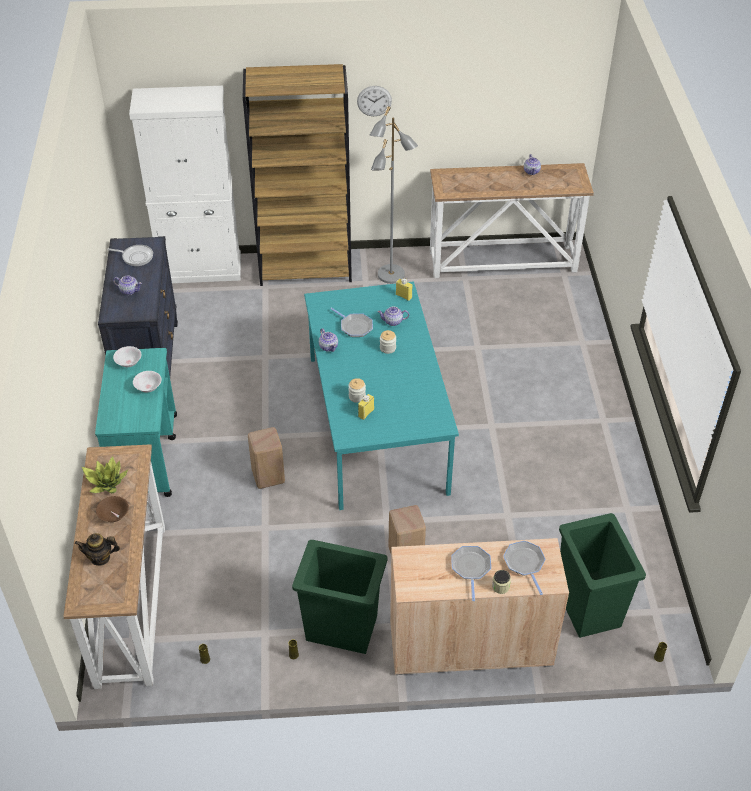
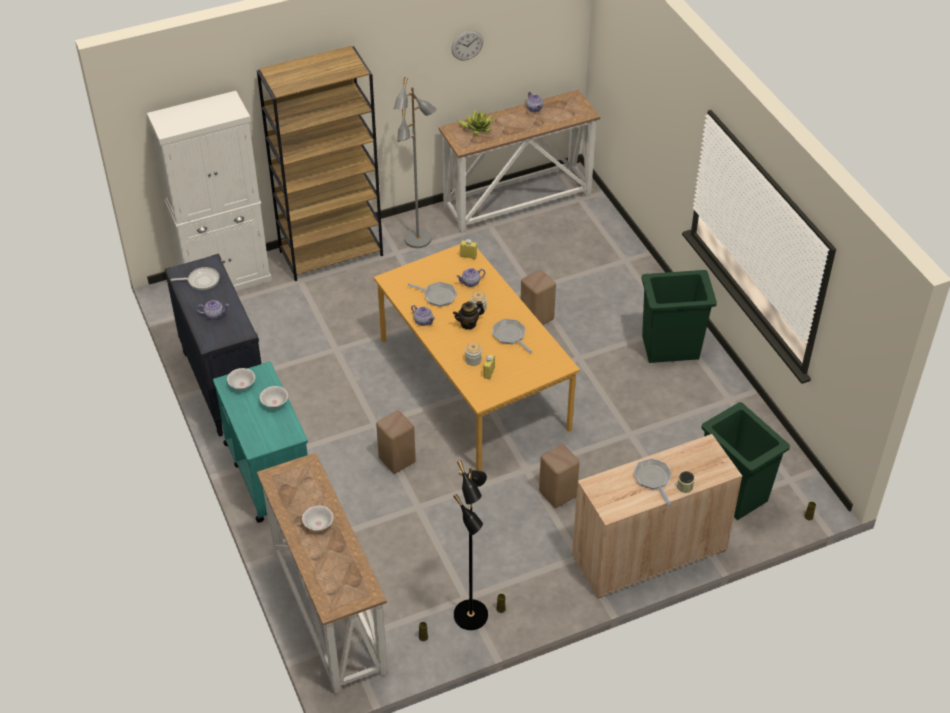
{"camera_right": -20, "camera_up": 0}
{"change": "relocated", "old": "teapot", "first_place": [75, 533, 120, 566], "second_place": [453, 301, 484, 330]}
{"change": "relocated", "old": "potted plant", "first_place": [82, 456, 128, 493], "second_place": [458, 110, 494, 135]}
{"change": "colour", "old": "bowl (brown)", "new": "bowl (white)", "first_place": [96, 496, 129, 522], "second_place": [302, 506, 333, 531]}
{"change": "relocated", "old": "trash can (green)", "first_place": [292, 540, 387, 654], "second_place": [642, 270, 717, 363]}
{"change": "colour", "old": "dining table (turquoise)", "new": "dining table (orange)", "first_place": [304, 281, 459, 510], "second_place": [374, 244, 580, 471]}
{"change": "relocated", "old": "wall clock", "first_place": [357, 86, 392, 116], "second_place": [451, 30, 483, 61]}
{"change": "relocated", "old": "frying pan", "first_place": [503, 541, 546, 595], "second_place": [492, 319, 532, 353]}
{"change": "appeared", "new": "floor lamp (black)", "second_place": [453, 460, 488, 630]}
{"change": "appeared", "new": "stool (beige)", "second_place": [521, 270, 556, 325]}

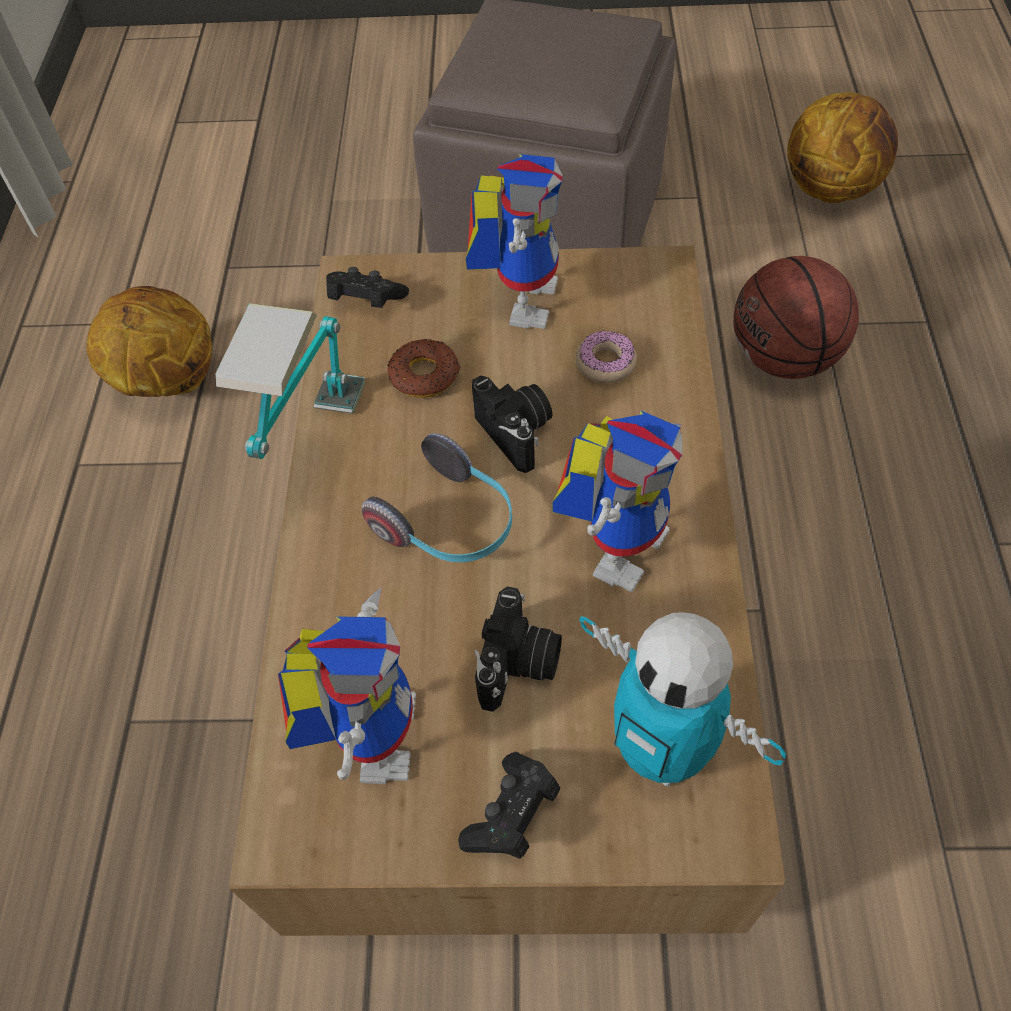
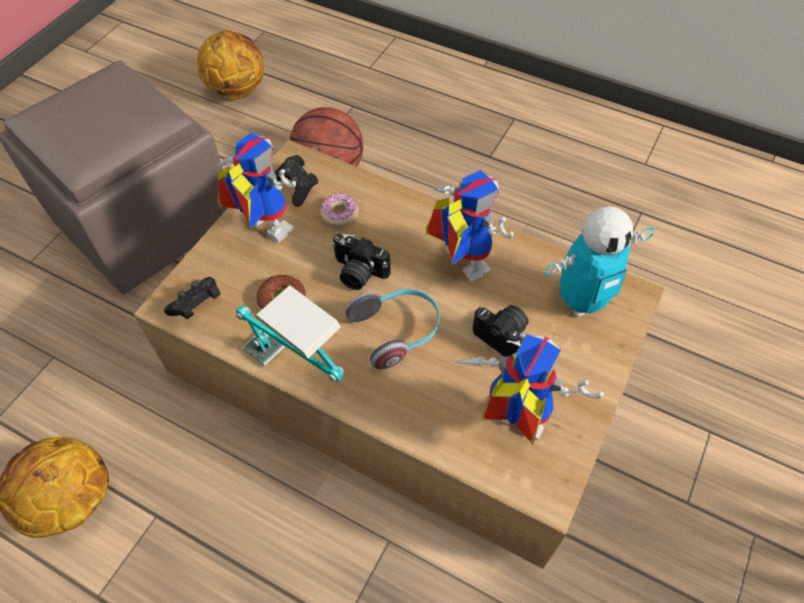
{"camera_right": -65, "camera_up": 0}
{"change": "relocated", "old": "game controller (black)", "first_place": [458, 752, 560, 859], "second_place": [274, 155, 318, 207]}
{"change": "spun", "old": "photo camera", "first_place": [472, 376, 552, 473], "second_place": [332, 234, 391, 290], "degrees": -150}

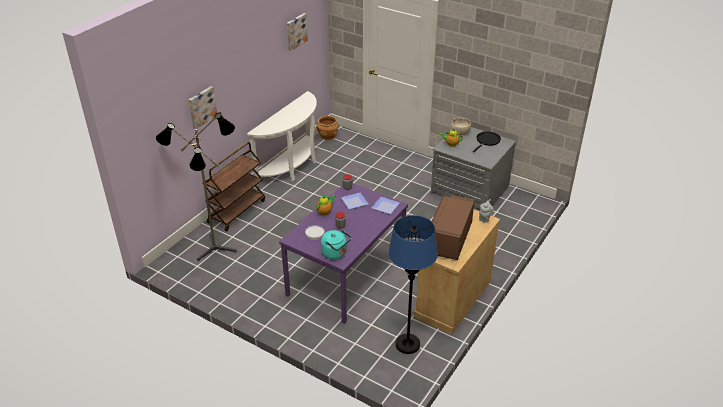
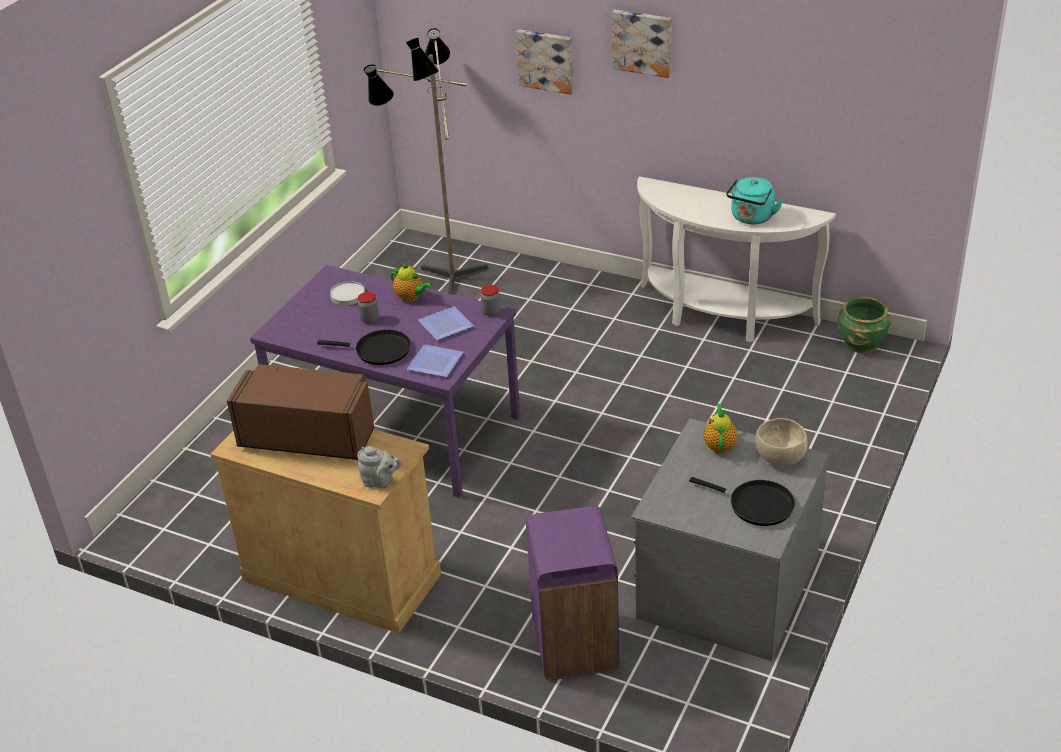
{"camera_right": 85, "camera_up": 0}
{"change": "missing", "old": "cart (brown)", "first_place": [202, 142, 265, 231]}
{"change": "relocated", "old": "picture", "first_place": [287, 13, 308, 51], "second_place": [612, 10, 672, 78]}
{"change": "colour", "old": "planter (brown)", "new": "planter (green)", "first_place": [316, 116, 339, 140], "second_place": [838, 297, 891, 353]}
{"change": "relocated", "old": "kettle (turquoise)", "first_place": [321, 230, 352, 260], "second_place": [726, 177, 783, 224]}
{"change": "missing", "old": "floor lamp (blue)", "first_place": [388, 215, 438, 354]}
{"change": "appeared", "new": "frying pan (black)", "second_place": [317, 329, 411, 365]}
{"change": "appeared", "new": "trash can (purple)", "second_place": [526, 506, 619, 680]}

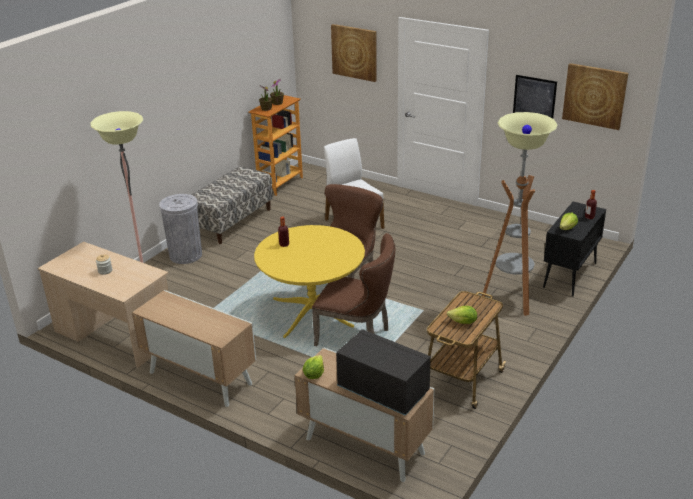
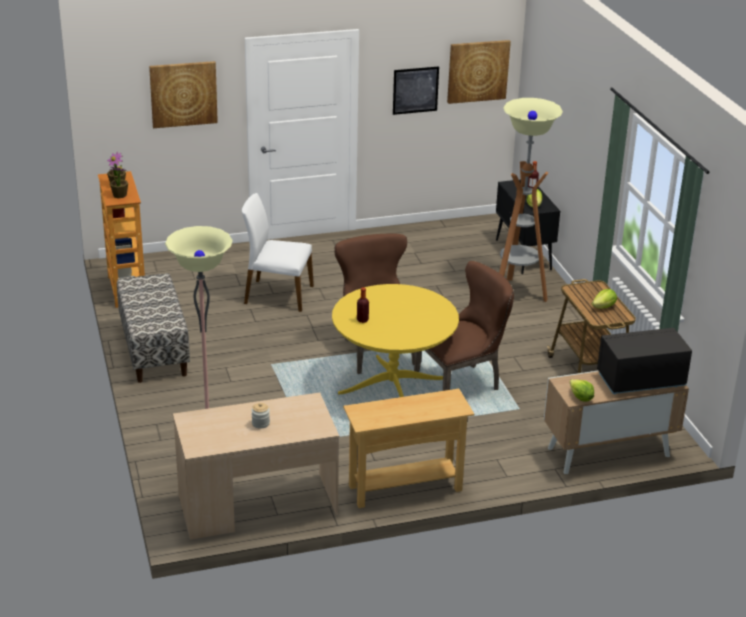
{"camera_right": -50, "camera_up": 0}
{"change": "exchanged", "old": "cabinet", "new": "console table (beige)", "first_place": [132, 290, 256, 407], "second_place": [343, 389, 475, 508]}
{"change": "missing", "old": "trash can (grey)", "first_place": [159, 194, 202, 264]}

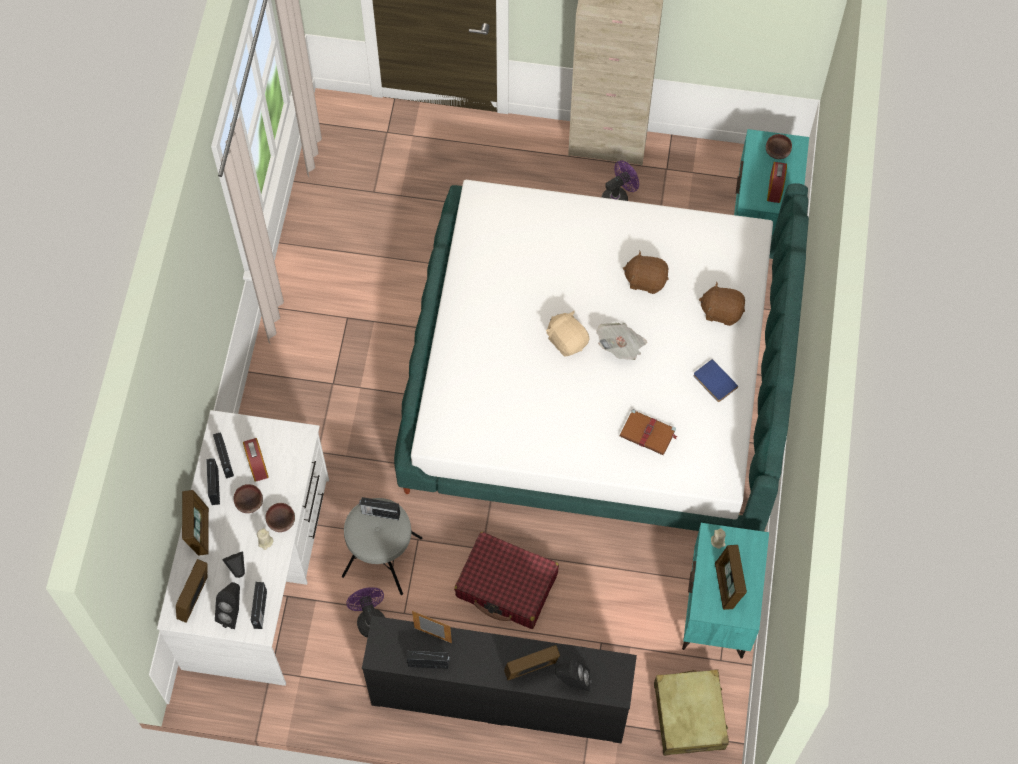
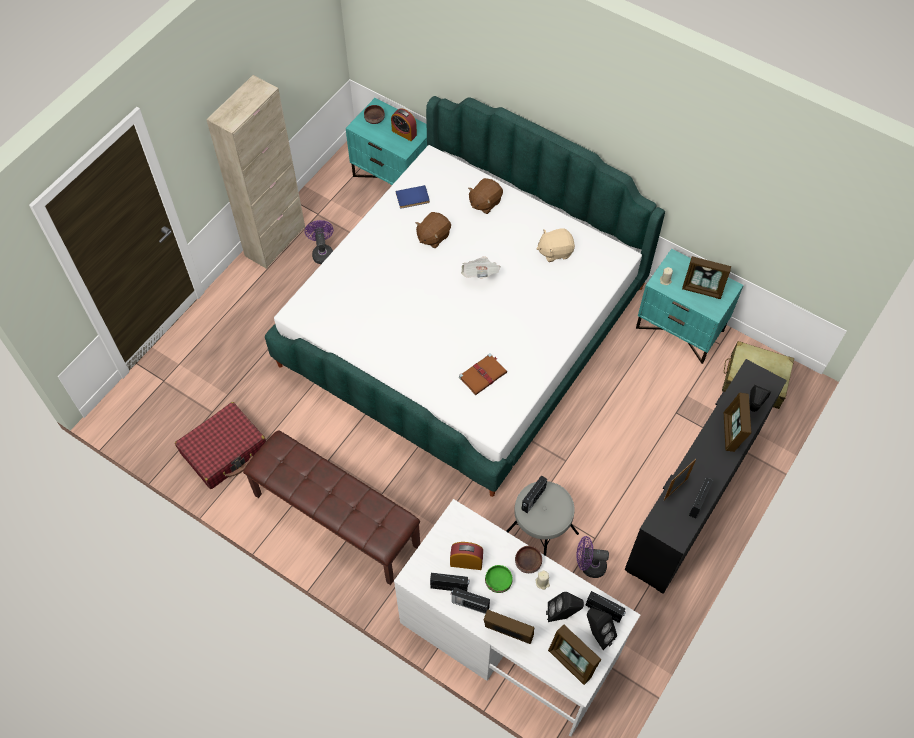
{"camera_right": -65, "camera_up": -5}
{"change": "colour", "old": "bowl (brown)", "new": "bowl (green)", "first_place": [234, 484, 263, 513], "second_place": [485, 565, 513, 593]}
{"change": "relocated", "old": "suitcase (red)", "first_place": [454, 532, 559, 629], "second_place": [175, 402, 266, 489]}
{"change": "relocated", "old": "plush toy (beige)", "first_place": [546, 311, 589, 356], "second_place": [536, 228, 575, 262]}
{"change": "relocated", "old": "book (brown)", "first_place": [620, 409, 678, 455], "second_place": [459, 353, 507, 395]}
{"change": "relocated", "old": "book (blue)", "first_place": [694, 359, 738, 402], "second_place": [396, 185, 430, 208]}
{"change": "appeared", "new": "bench (brown)", "second_place": [243, 430, 420, 585]}

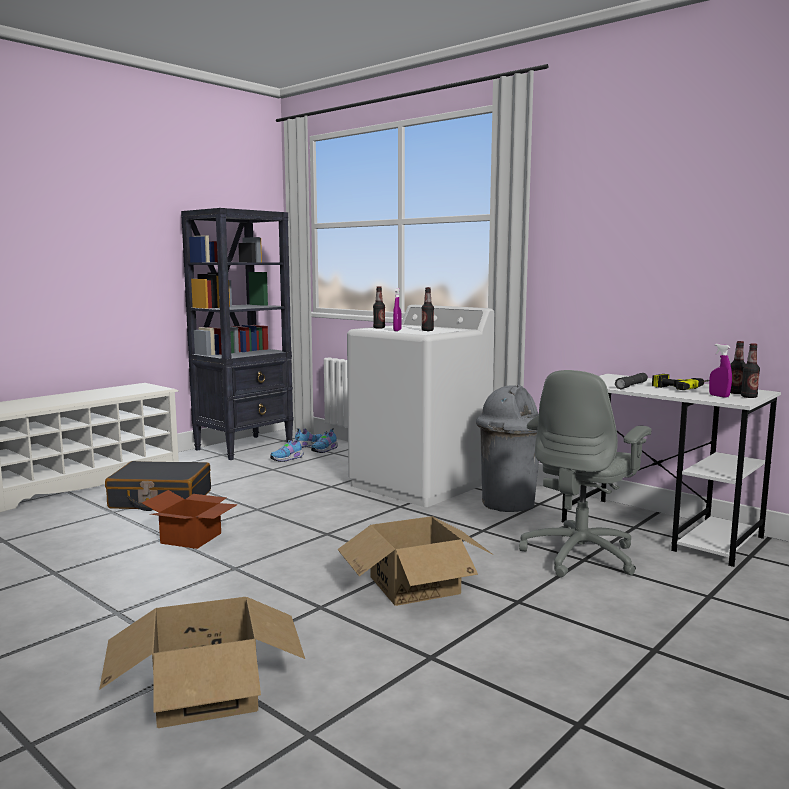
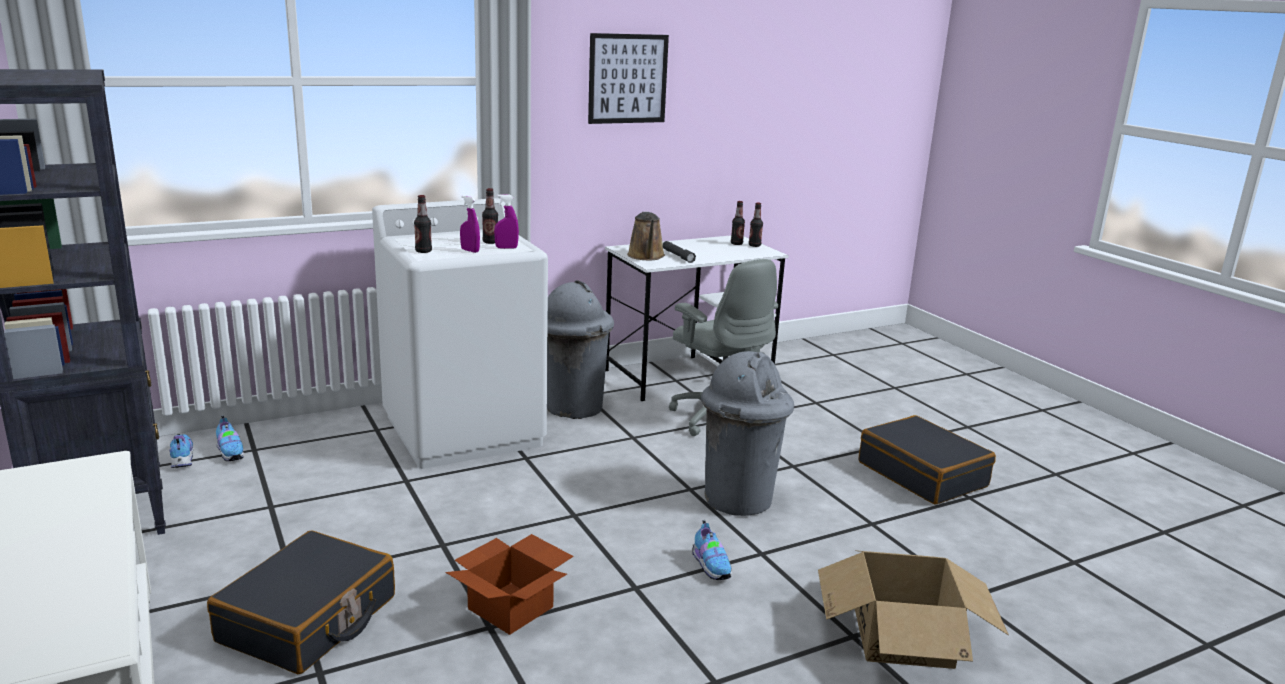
{"camera_right": -70, "camera_up": 10}
{"change": "relocated", "old": "shoe", "first_place": [270, 436, 304, 462], "second_place": [693, 520, 732, 580]}
{"change": "exchanged", "old": "cardboard box", "new": "trash can (grey)", "first_place": [338, 516, 493, 606], "second_place": [701, 351, 794, 516]}
{"change": "missing", "old": "power drill", "first_place": [652, 374, 709, 390]}
{"change": "relocated", "old": "spray bottle (purple)", "first_place": [709, 344, 732, 398], "second_place": [494, 194, 519, 249]}
{"change": "appeared", "new": "picture", "second_place": [588, 33, 669, 124]}
{"change": "appeared", "new": "watering can (brown)", "second_place": [627, 211, 665, 261]}
{"change": "appeared", "new": "suitcase (black)", "second_place": [858, 415, 996, 504]}

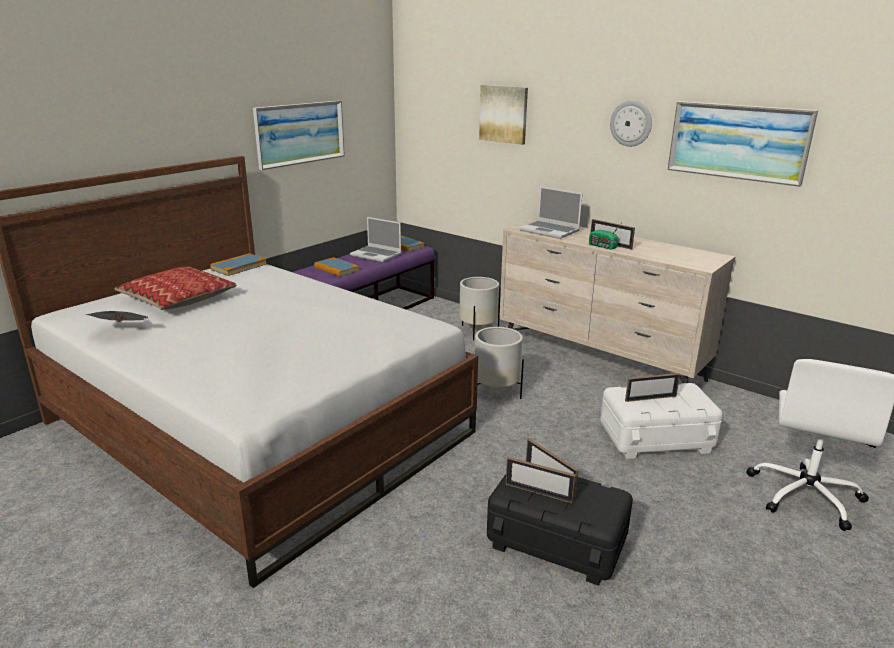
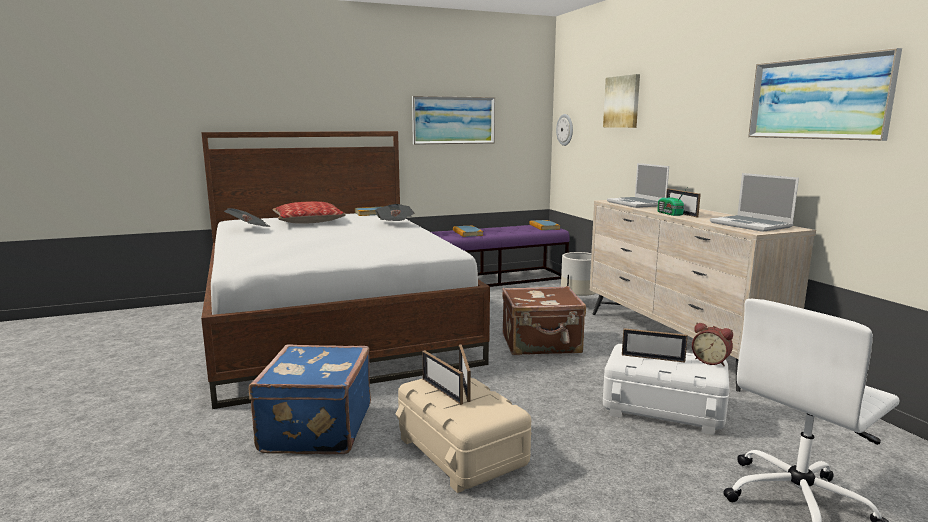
{"camera_right": 30, "camera_up": -10}
{"change": "relocated", "old": "laptop", "first_place": [350, 217, 401, 262], "second_place": [710, 173, 799, 232]}
{"change": "exchanged", "old": "planter (white)", "new": "suitcase (brown)", "first_place": [475, 327, 524, 399], "second_place": [502, 286, 586, 355]}
{"change": "colour", "old": "storage box (black)", "new": "storage box (beige)", "first_place": [487, 474, 633, 586], "second_place": [396, 369, 532, 493]}
{"change": "relocated", "old": "wall clock", "first_place": [610, 101, 652, 147], "second_place": [556, 114, 573, 146]}
{"change": "appeared", "new": "suitcase (blue)", "second_place": [249, 344, 371, 455]}
{"change": "appeared", "new": "newspaper", "second_place": [375, 204, 414, 221]}
{"change": "appeared", "new": "alarm clock", "second_place": [692, 323, 733, 366]}

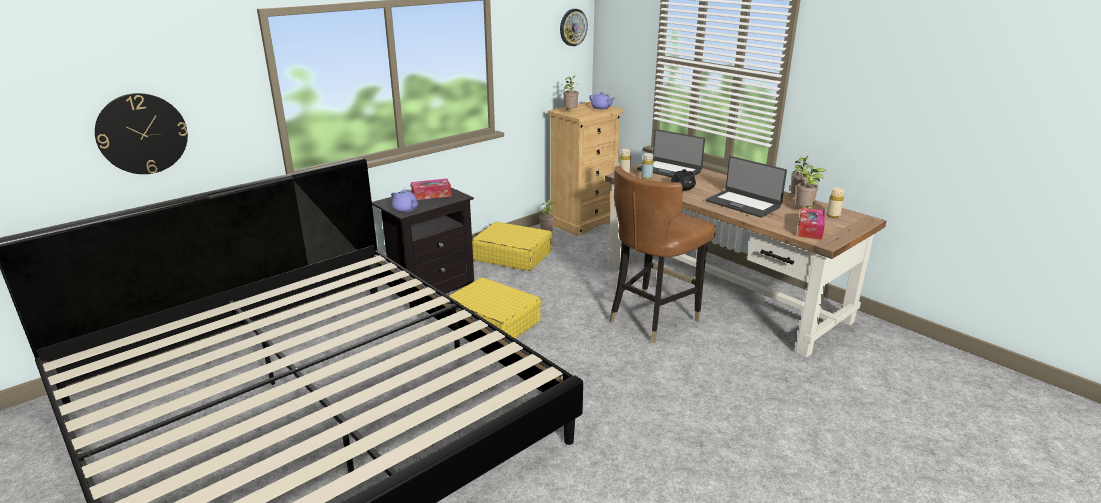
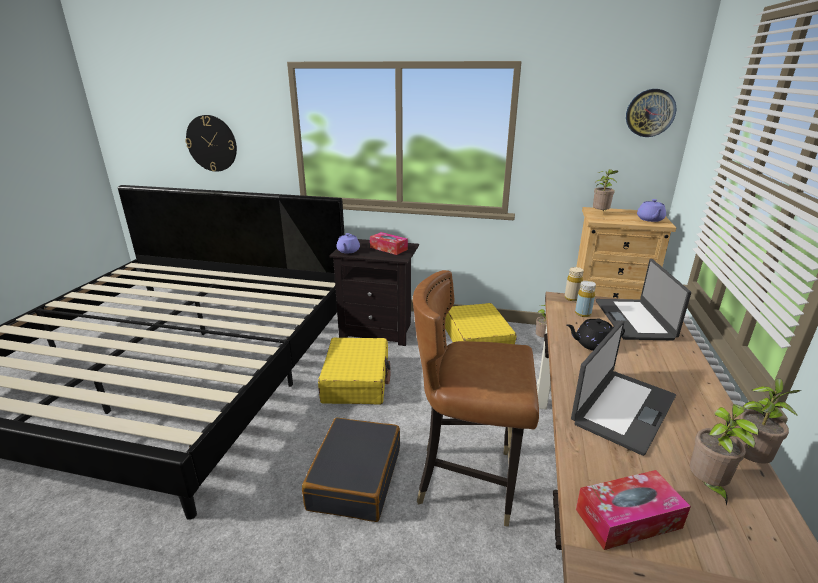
{"camera_right": 55, "camera_up": 0}
{"change": "spun", "old": "laptop", "first_place": [706, 156, 787, 218], "second_place": [571, 320, 676, 456], "degrees": -150}
{"change": "missing", "old": "bottle (beige)", "first_place": [827, 187, 845, 218]}
{"change": "appeared", "new": "suitcase (black)", "second_place": [302, 418, 400, 522]}

